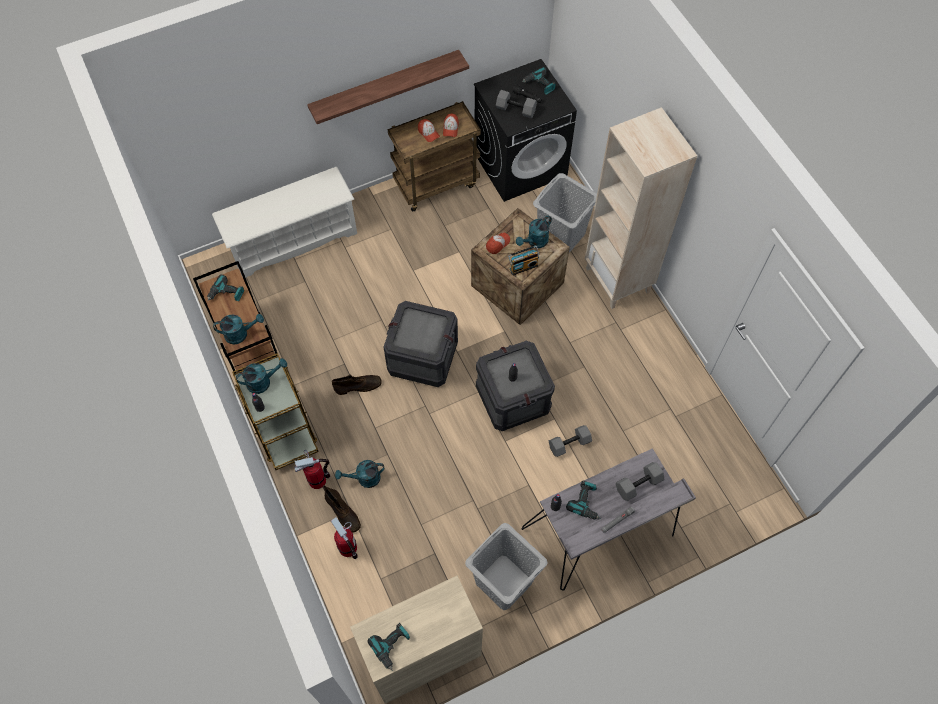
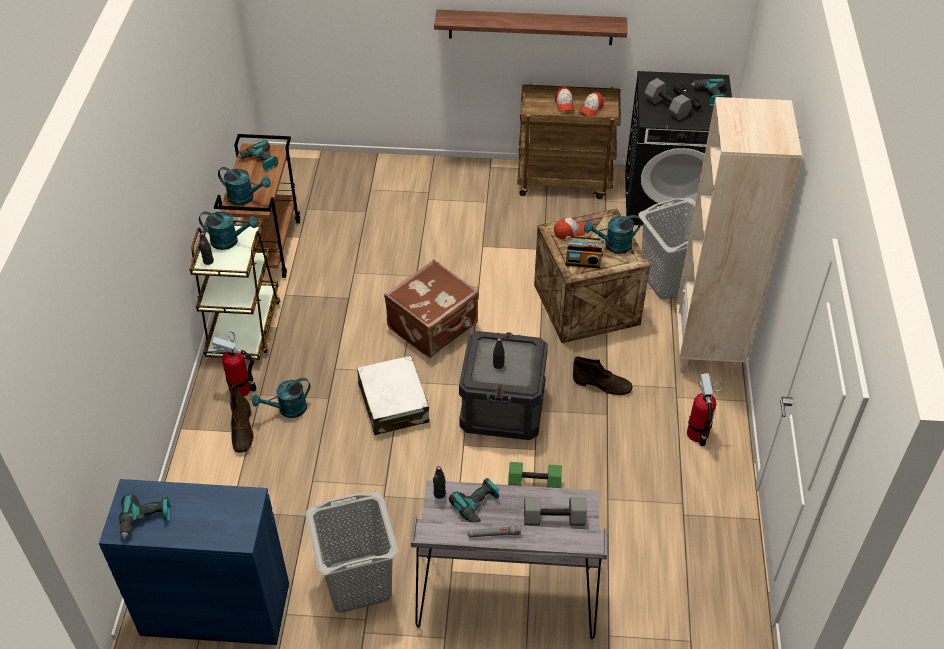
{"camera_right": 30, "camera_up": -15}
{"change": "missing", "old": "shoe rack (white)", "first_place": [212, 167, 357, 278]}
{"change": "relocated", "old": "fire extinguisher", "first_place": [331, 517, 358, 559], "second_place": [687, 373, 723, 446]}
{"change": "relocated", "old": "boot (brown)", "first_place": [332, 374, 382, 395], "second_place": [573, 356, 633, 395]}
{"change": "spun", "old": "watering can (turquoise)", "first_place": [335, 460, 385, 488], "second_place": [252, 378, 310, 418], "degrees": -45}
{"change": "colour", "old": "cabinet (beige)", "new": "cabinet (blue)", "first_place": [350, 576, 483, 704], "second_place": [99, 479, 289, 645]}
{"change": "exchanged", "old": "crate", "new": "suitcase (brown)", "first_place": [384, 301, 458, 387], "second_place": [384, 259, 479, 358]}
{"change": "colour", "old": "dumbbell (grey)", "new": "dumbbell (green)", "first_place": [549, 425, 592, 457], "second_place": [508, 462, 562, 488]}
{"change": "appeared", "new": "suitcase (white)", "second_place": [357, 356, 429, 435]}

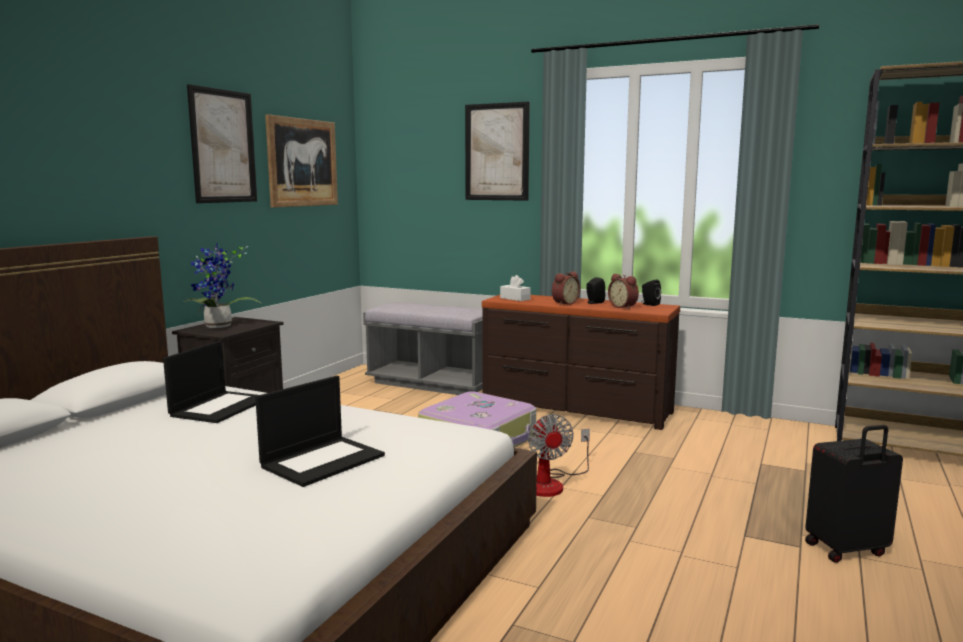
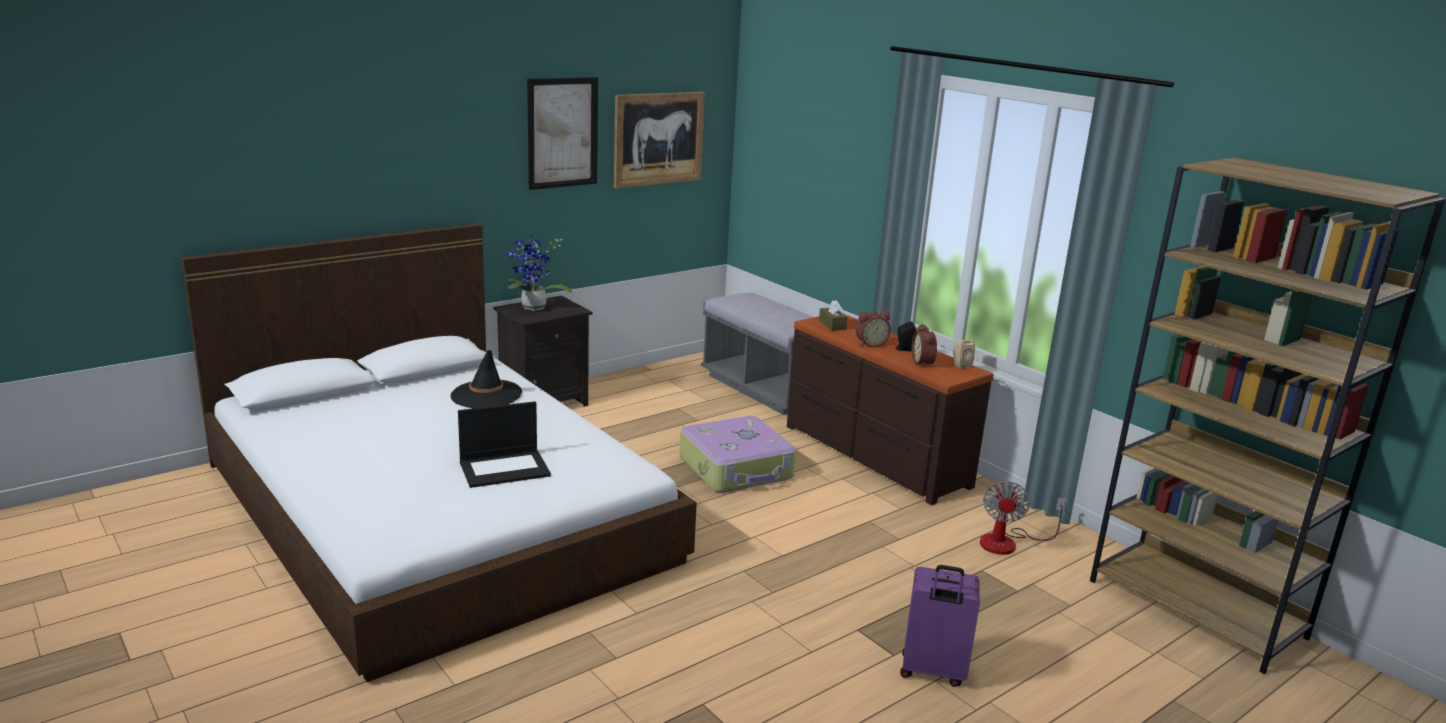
{"camera_right": 25, "camera_up": 10}
{"change": "exchanged", "old": "laptop", "new": "hat (black)", "first_place": [163, 341, 258, 423], "second_place": [450, 350, 522, 408]}
{"change": "missing", "old": "picture", "first_place": [465, 102, 530, 201]}
{"change": "colour", "old": "tissue box (white)", "new": "tissue box (brown)", "first_place": [500, 275, 531, 301], "second_place": [819, 300, 847, 331]}
{"change": "relocated", "old": "fan", "first_place": [528, 414, 590, 497], "second_place": [980, 480, 1067, 555]}
{"change": "colour", "old": "speaker (black)", "new": "speaker (beige)", "first_place": [642, 279, 661, 306], "second_place": [953, 339, 975, 368]}
{"change": "colour", "old": "suitcase (black)", "new": "suitcase (purple)", "first_place": [805, 425, 903, 563], "second_place": [900, 565, 980, 687]}

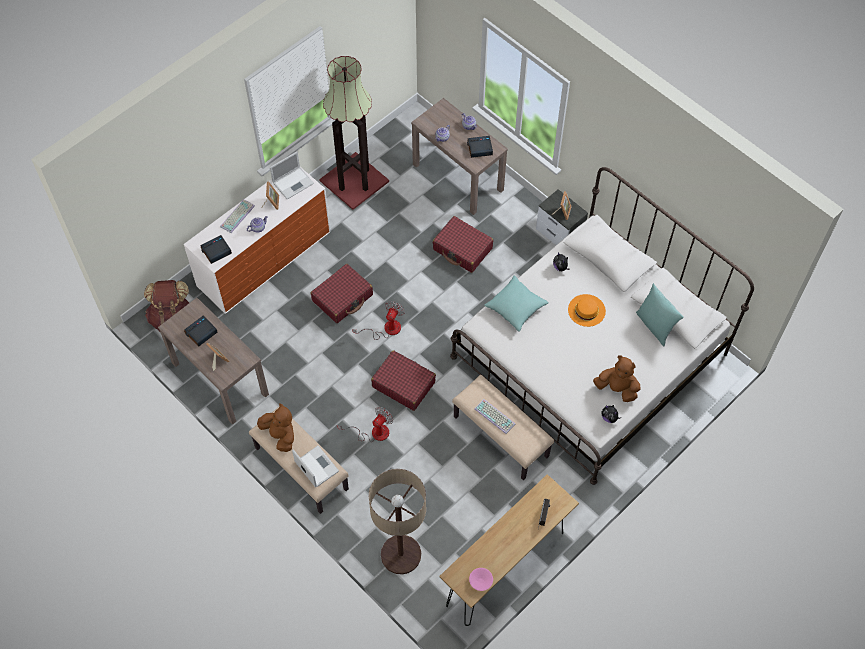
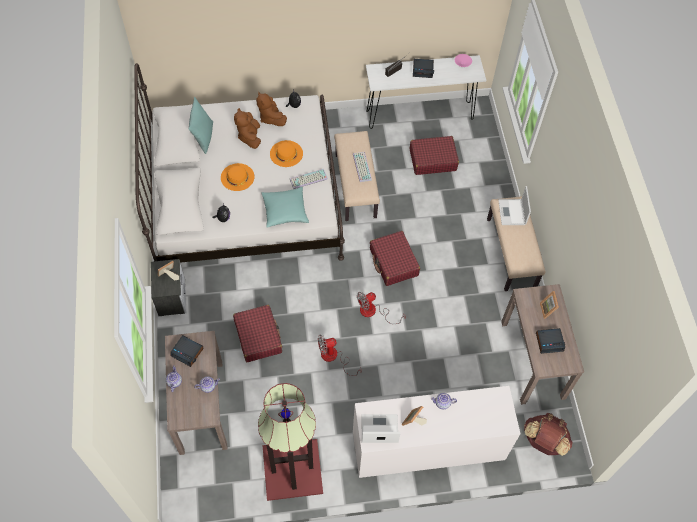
{"camera_right": -145, "camera_up": 0}
{"change": "relocated", "old": "alarm clock", "first_place": [200, 235, 232, 264], "second_place": [413, 59, 434, 78]}
{"change": "relocated", "old": "keyboard", "first_place": [220, 199, 255, 233], "second_place": [290, 169, 328, 189]}
{"change": "relocated", "old": "plush toy (brown)", "first_place": [257, 403, 294, 452], "second_place": [234, 108, 261, 149]}
{"change": "relocated", "old": "suitcase (red)", "first_place": [311, 264, 373, 323], "second_place": [410, 136, 459, 175]}
{"change": "relocated", "old": "fan", "first_place": [337, 407, 393, 442], "second_place": [318, 334, 361, 376]}
{"change": "missing", "old": "floor lamp", "first_place": [369, 469, 426, 574]}
{"change": "colour", "old": "console table (brown)", "new": "console table (white)", "first_place": [439, 474, 579, 626], "second_place": [366, 55, 486, 129]}
{"change": "appeared", "new": "hat (orange)", "second_place": [270, 140, 303, 167]}

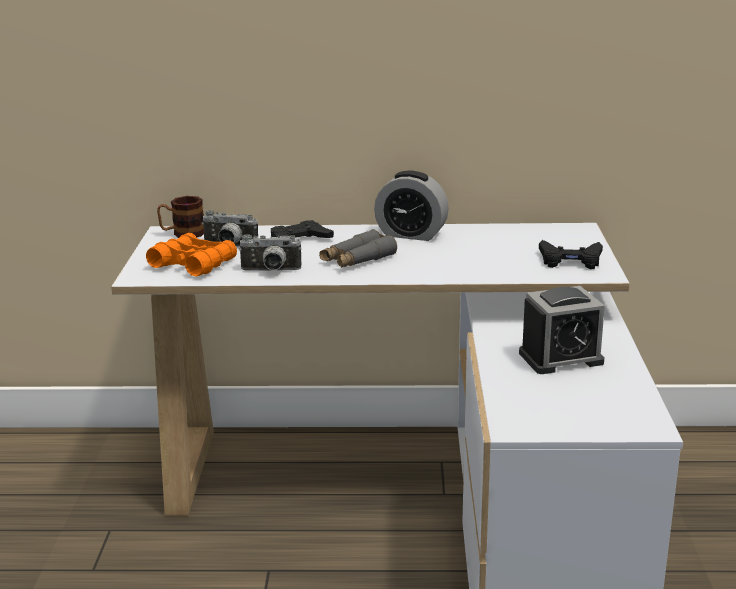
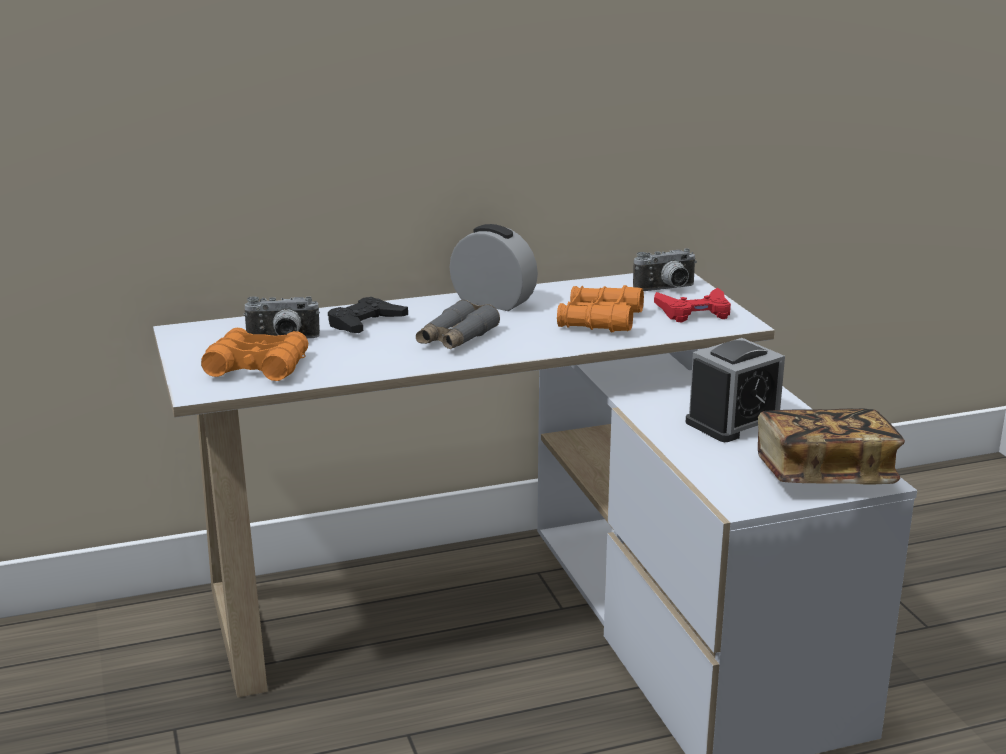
{"camera_right": -20, "camera_up": 0}
{"change": "missing", "old": "mug", "first_place": [157, 196, 204, 238]}
{"change": "relocated", "old": "photo camera", "first_place": [239, 234, 301, 271], "second_place": [633, 248, 697, 291]}
{"change": "spun", "old": "alarm clock", "first_place": [374, 171, 449, 241], "second_place": [450, 224, 538, 311], "degrees": -150}
{"change": "colour", "old": "game controller (black)", "new": "game controller (red)", "first_place": [539, 240, 603, 269], "second_place": [654, 288, 731, 322]}
{"change": "appeared", "new": "binoculars (orange)", "second_place": [557, 285, 644, 332]}
{"change": "appeared", "new": "book", "second_place": [758, 408, 905, 485]}

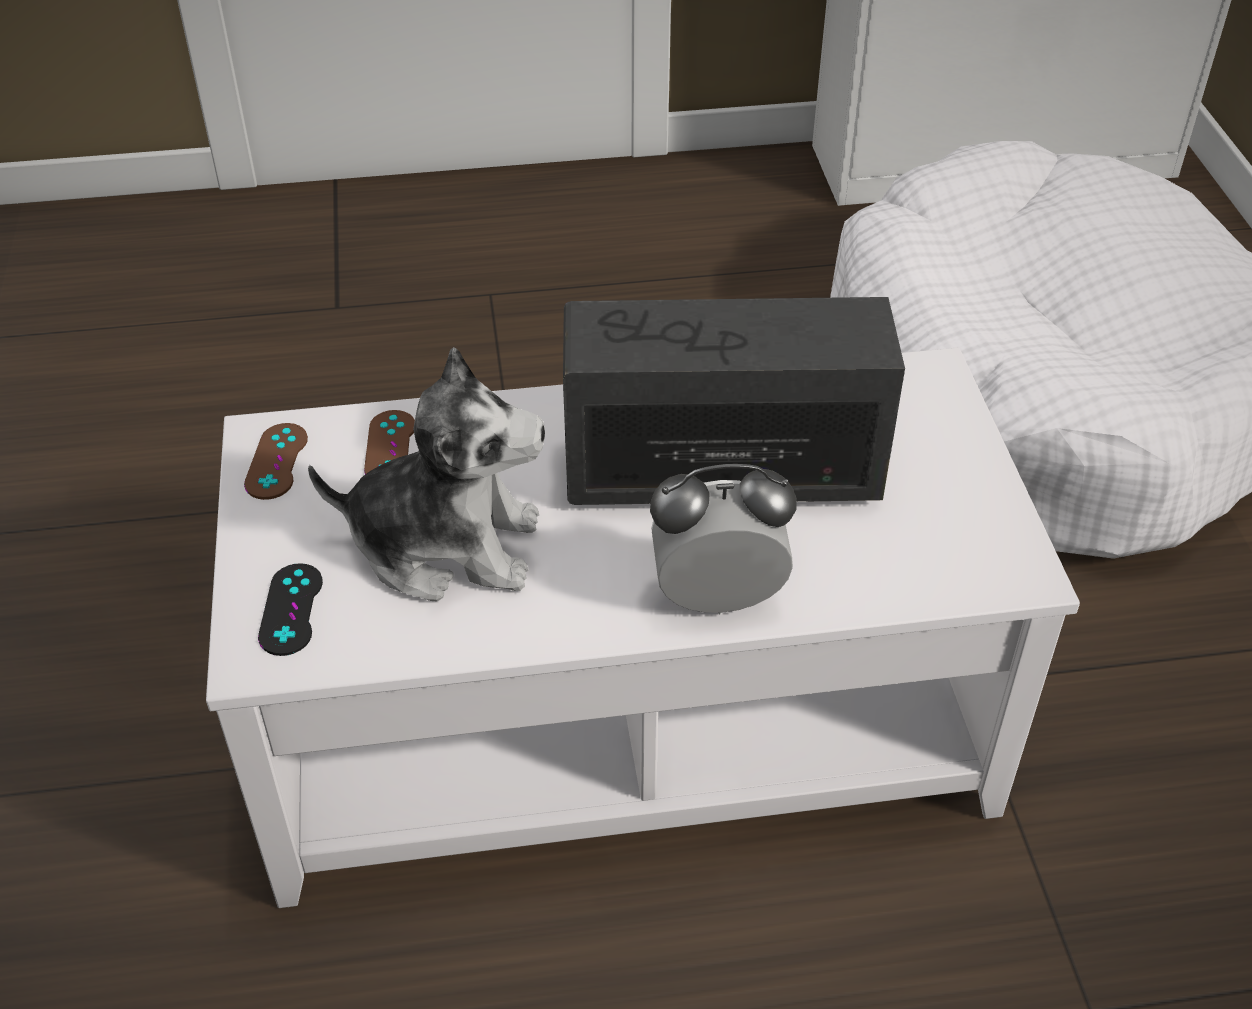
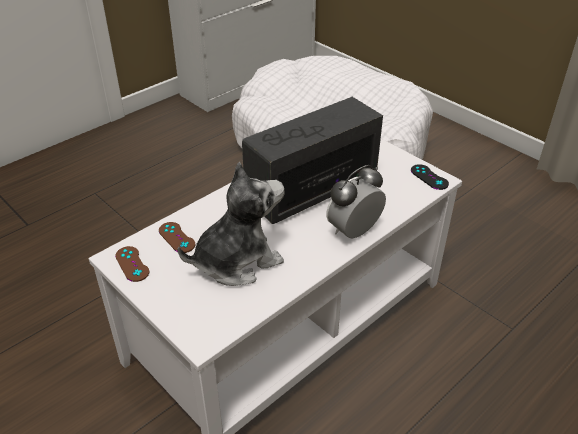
{"camera_right": -35, "camera_up": -5}
{"change": "relocated", "old": "game controller (black)", "first_place": [258, 563, 323, 656], "second_place": [411, 164, 449, 190]}

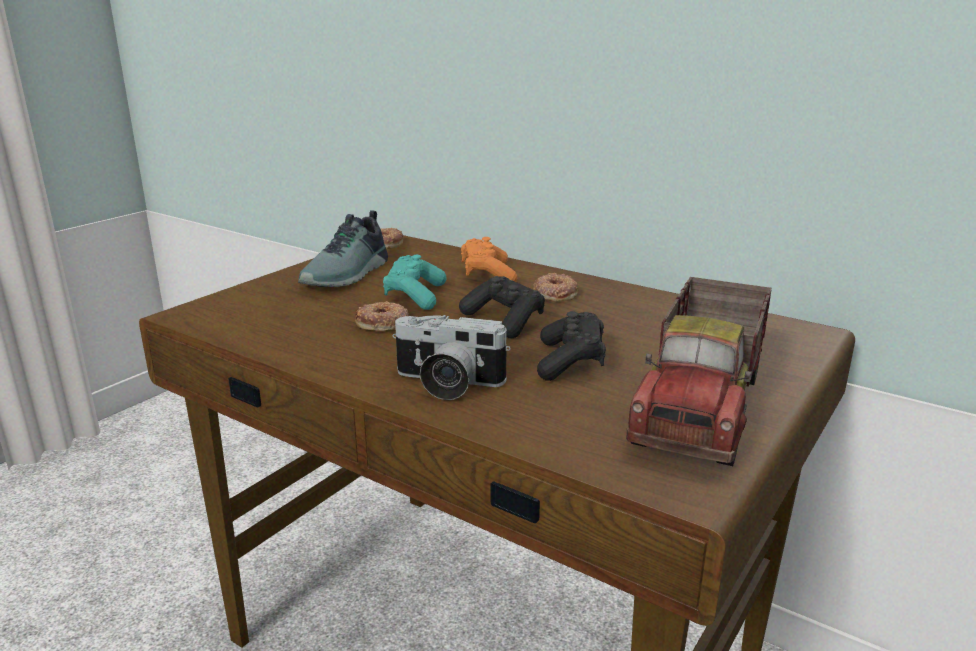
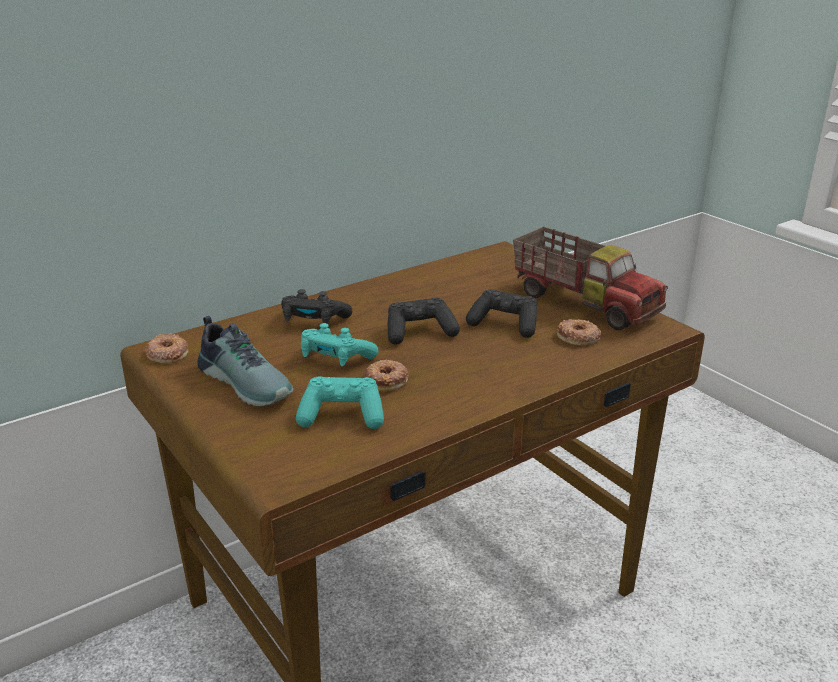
{"camera_right": -70, "camera_up": 5}
{"change": "missing", "old": "photo camera", "first_place": [393, 315, 511, 400]}
{"change": "colour", "old": "game controller (orange)", "new": "game controller (black)", "first_place": [461, 237, 517, 282], "second_place": [281, 289, 352, 324]}
{"change": "relocated", "old": "donut", "first_place": [533, 273, 578, 301], "second_place": [557, 319, 601, 345]}
{"change": "appeared", "new": "game controller (turquoise)", "second_place": [296, 376, 384, 429]}

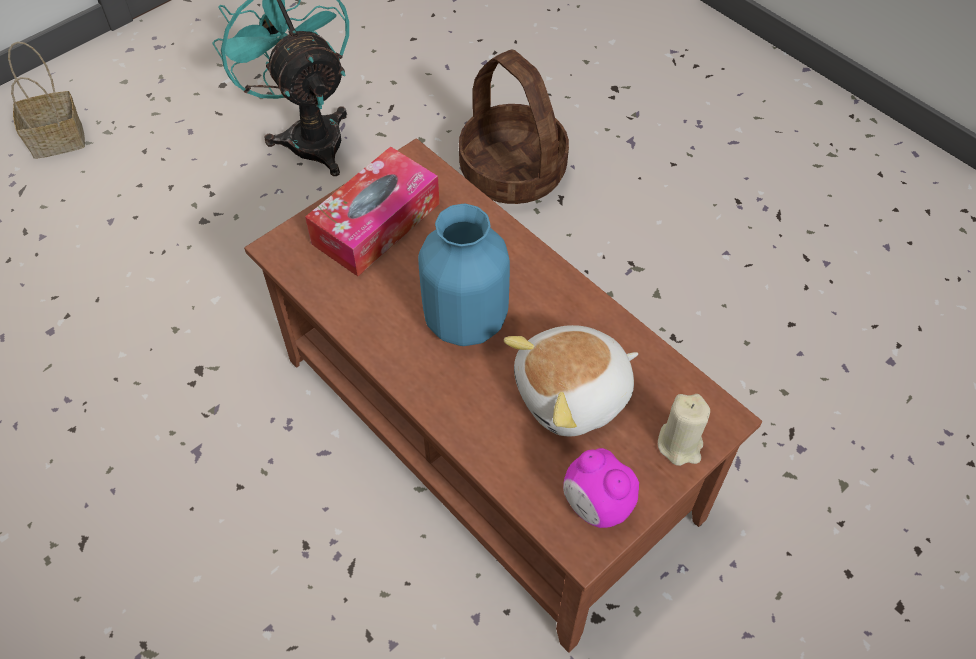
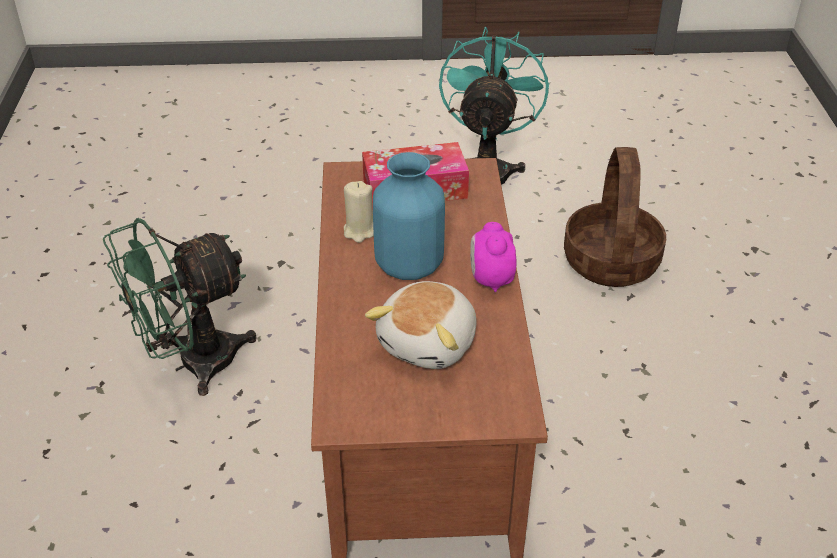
{"camera_right": 40, "camera_up": -15}
{"change": "missing", "old": "basket", "first_place": [8, 42, 85, 159]}
{"change": "spun", "old": "plush toy", "first_place": [504, 325, 638, 436], "second_place": [365, 281, 476, 369], "degrees": -75}
{"change": "relocated", "old": "alarm clock", "first_place": [563, 448, 639, 528], "second_place": [470, 222, 516, 292]}
{"change": "relocated", "old": "candle (beige)", "first_place": [658, 394, 710, 466], "second_place": [344, 181, 374, 243]}
{"change": "appeared", "new": "fan (green)", "second_place": [103, 218, 257, 396]}

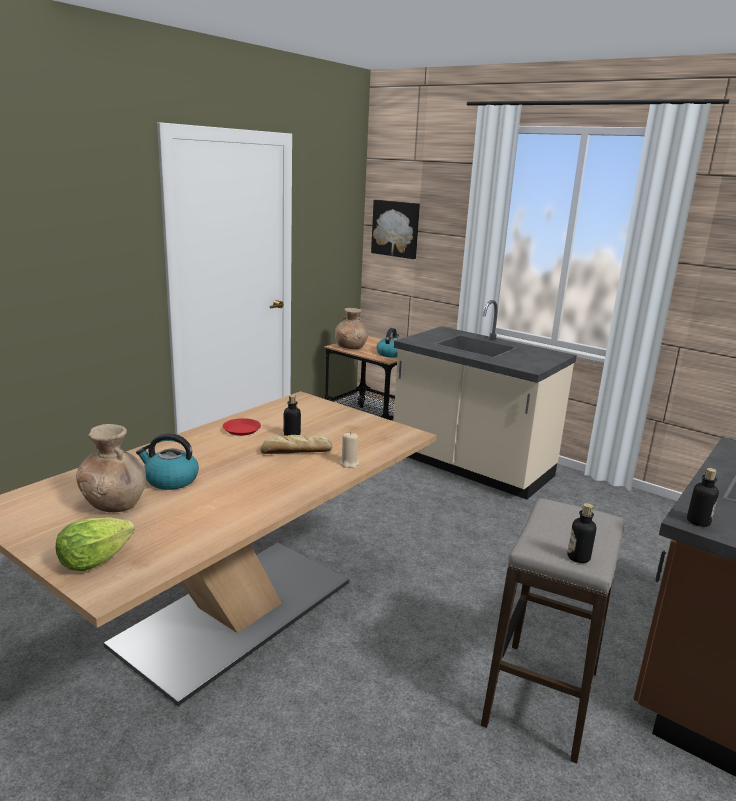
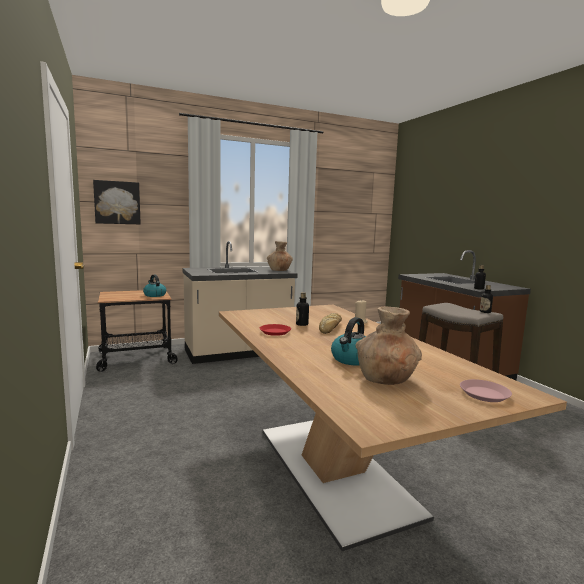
{"camera_right": -60, "camera_up": -10}
{"change": "exchanged", "old": "lettuce", "new": "plate (pink)", "first_place": [56, 517, 135, 571], "second_place": [460, 379, 512, 402]}
{"change": "relocated", "old": "vase (brown)", "first_place": [335, 308, 368, 349], "second_place": [267, 241, 293, 271]}

